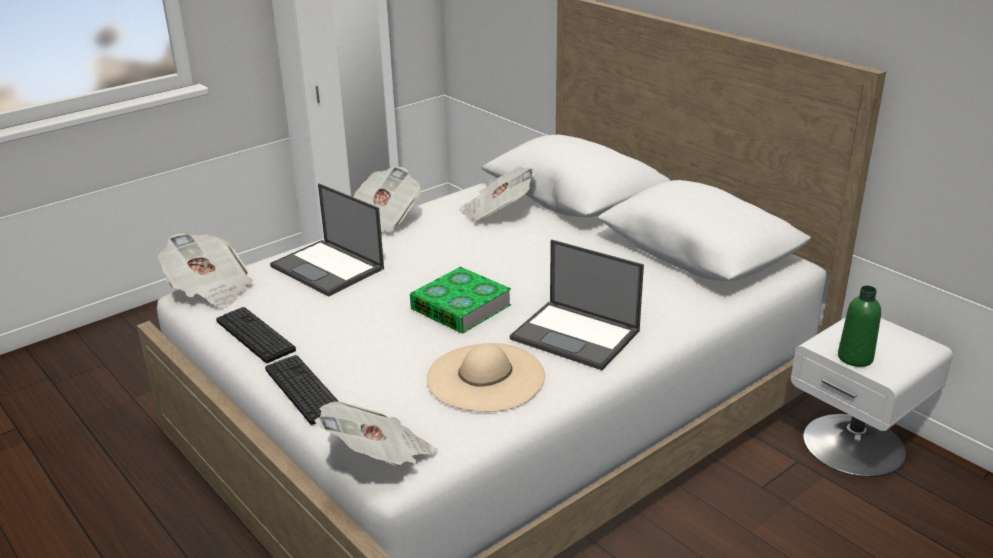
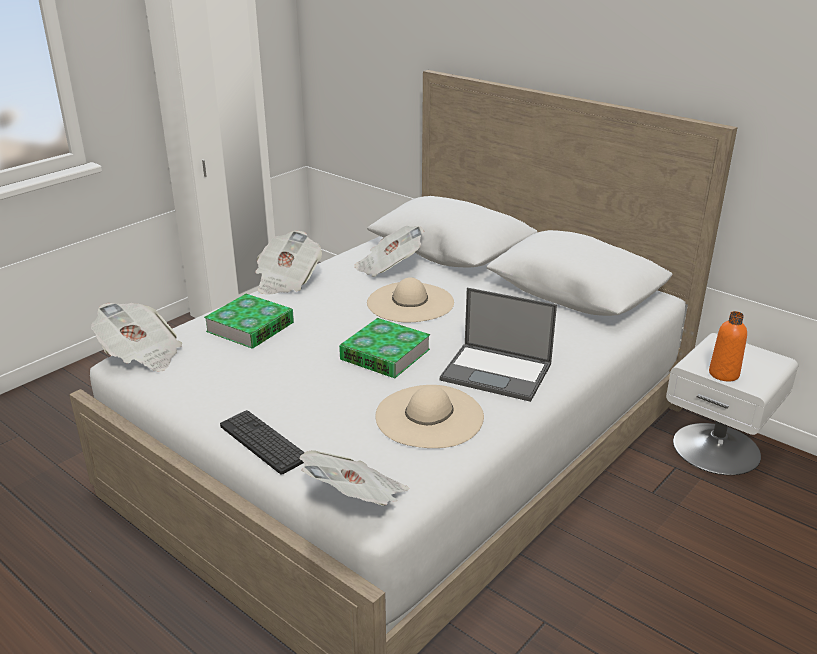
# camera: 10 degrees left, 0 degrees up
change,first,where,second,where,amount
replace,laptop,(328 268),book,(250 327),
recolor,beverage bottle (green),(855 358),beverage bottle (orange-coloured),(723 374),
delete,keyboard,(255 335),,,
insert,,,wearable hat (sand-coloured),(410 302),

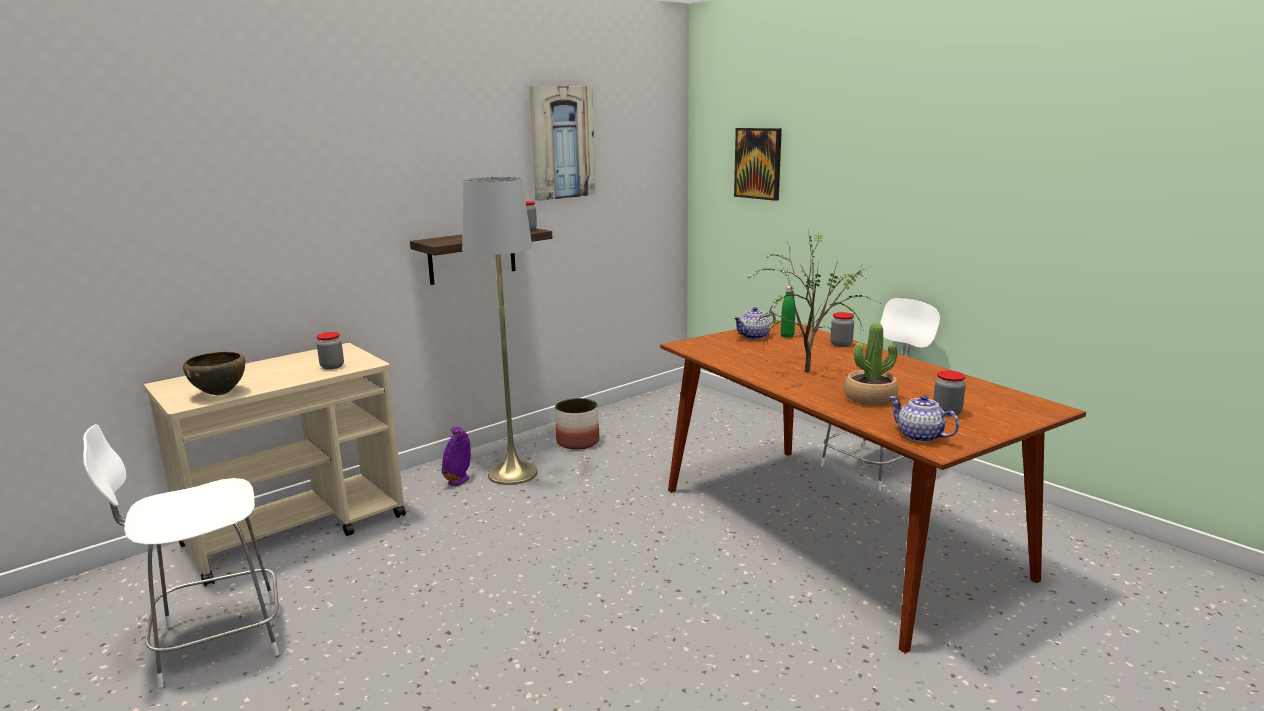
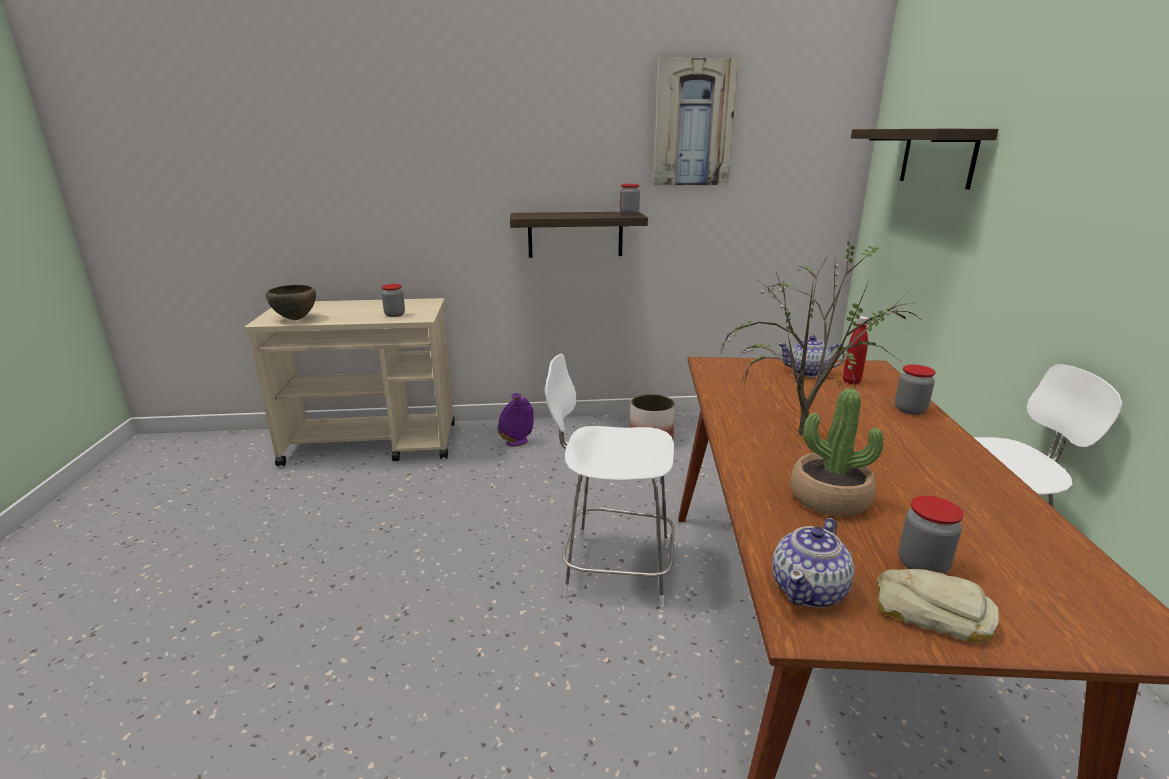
# camera: 35 degrees right, 5 degrees up
change,first,where,second,where,amount
replace,wall art,(758 163),wall shelf,(938 157),
delete,floor lamp (gray),(512 473),,,
recolor,beverage bottle (green),(787 336),beverage bottle (red),(851 381),
rotate,teapot,(920 436),,(809 590),135 degrees counterclockwise
move,upright chair (whitish),(214 641),,(613 569),
insert,,,bakery bread,(931 611),

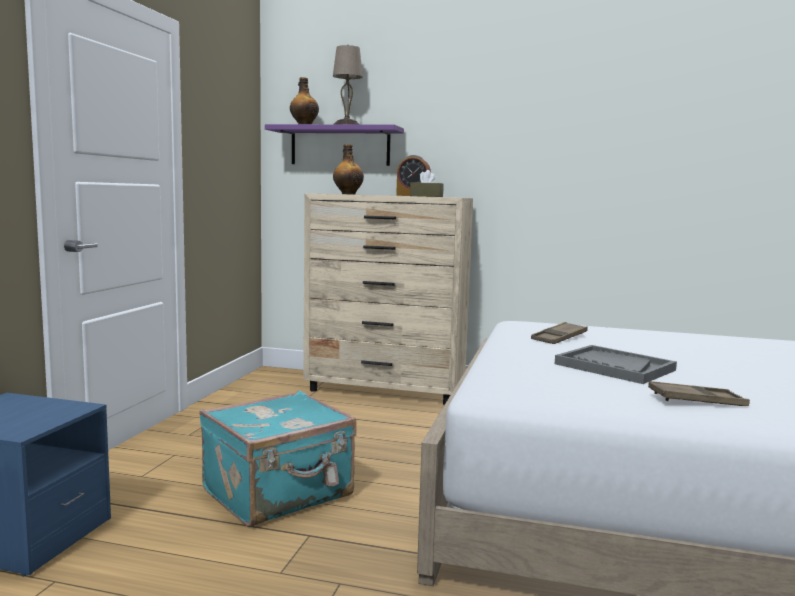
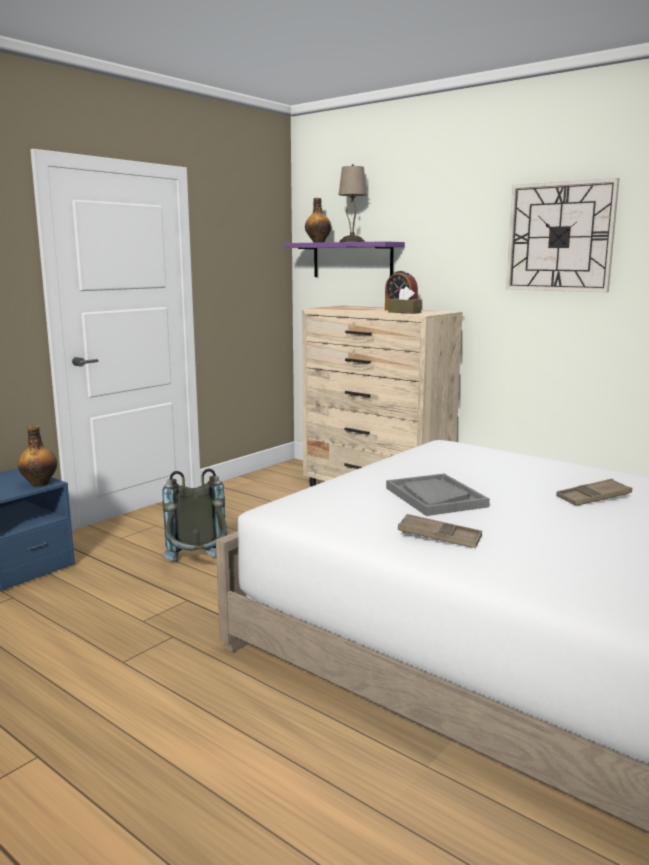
# camera: 25 degrees right, 5 degrees up
change,first,where,second,where,amount
move,beverage bottle,(348 194),,(40 484),
move,serving tray (brownish),(559 338),,(593 498),
replace,suitcase (turquoise-coloured),(279 494),rucksack (gray),(198 566),
insert,,,clock on the wall,(560 237),

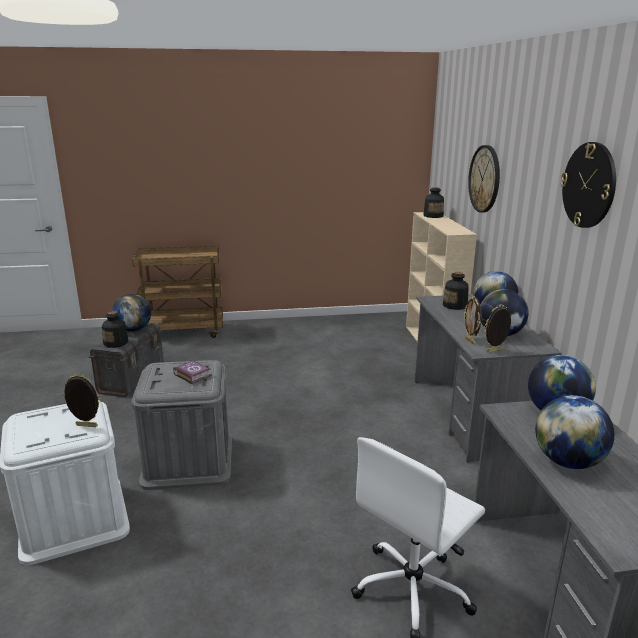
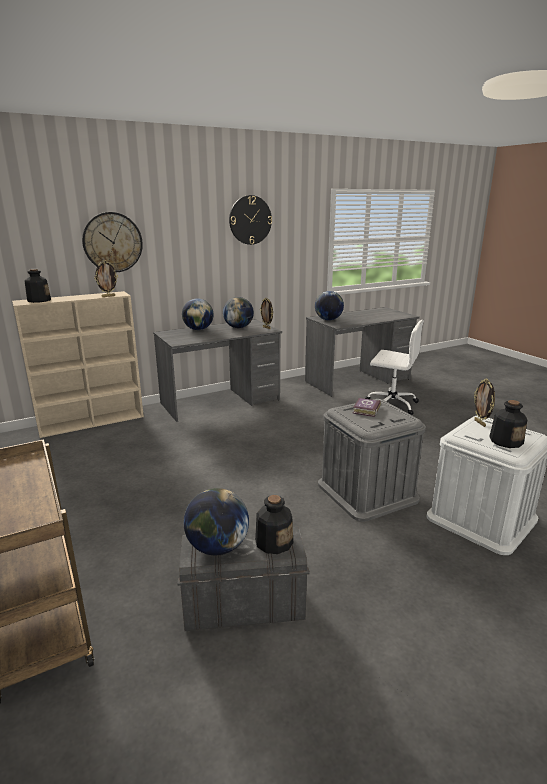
# camera: 110 degrees left, 0 degrees up
change,first,where,second,where,amount
move,beverage bottle,(455 305),,(505 441),
move,photo frame,(470 341),,(108 296),
delete,desk globe,(568 462),,,

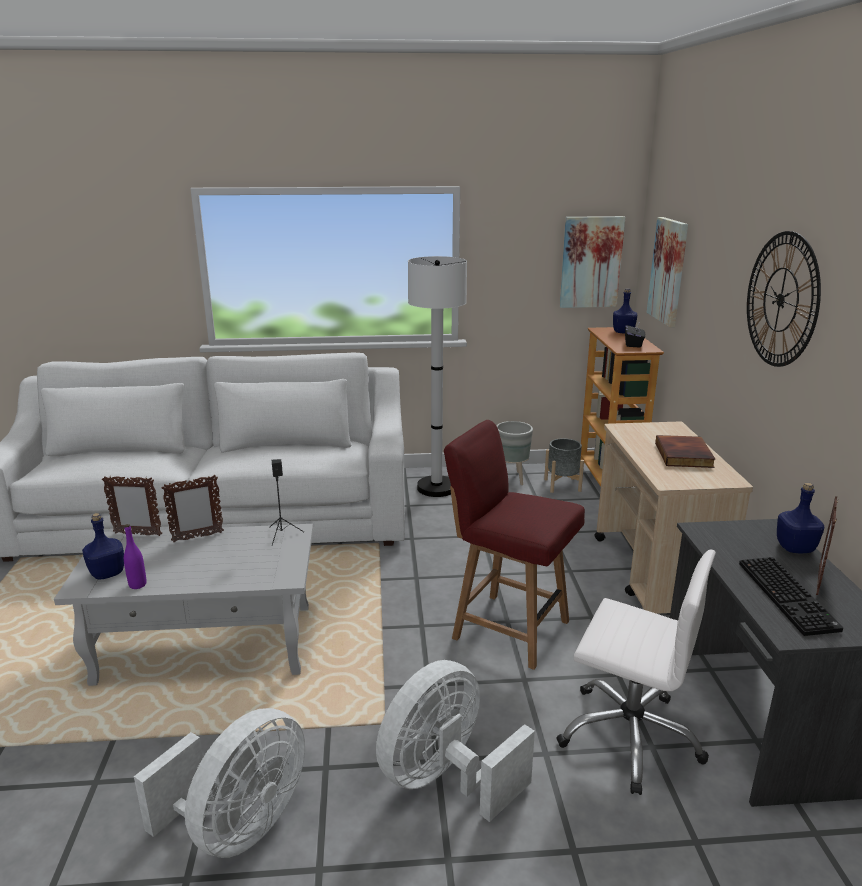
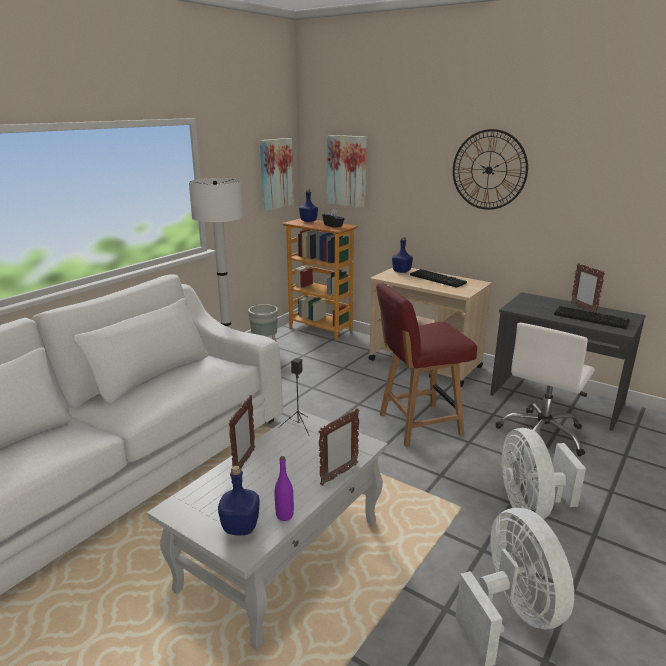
# camera: 50 degrees left, 0 degrees up
change,first,where,second,where,amount
replace,book,(685 455),keyboard,(438 279),
delete,plant pot (gray),(562 485),,,
move,photo frame,(137 534),,(339 475),
move,beverage bottle (blue-coloured),(794 547),,(401 271),
rotate,desk chair (whitish),(629 735),,(542 435),150 degrees clockwise

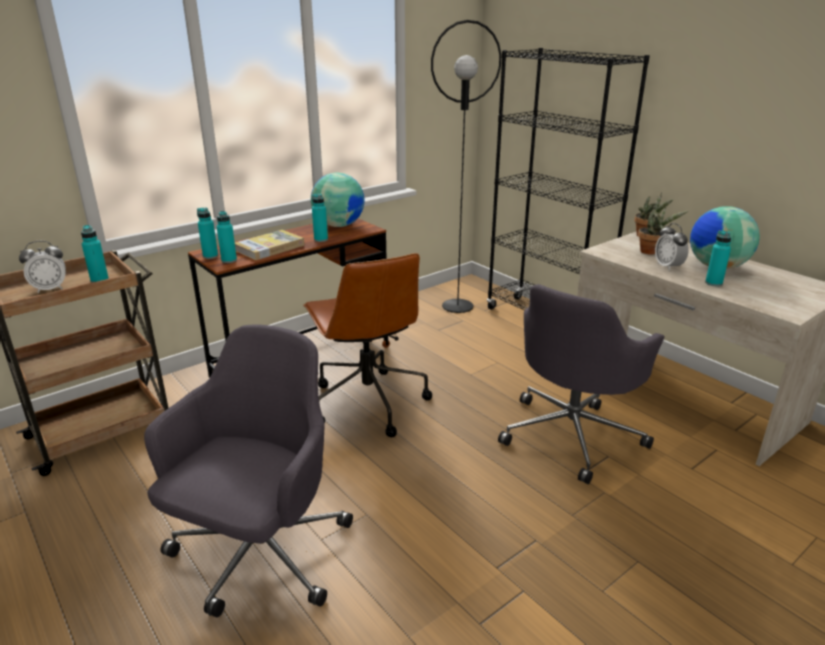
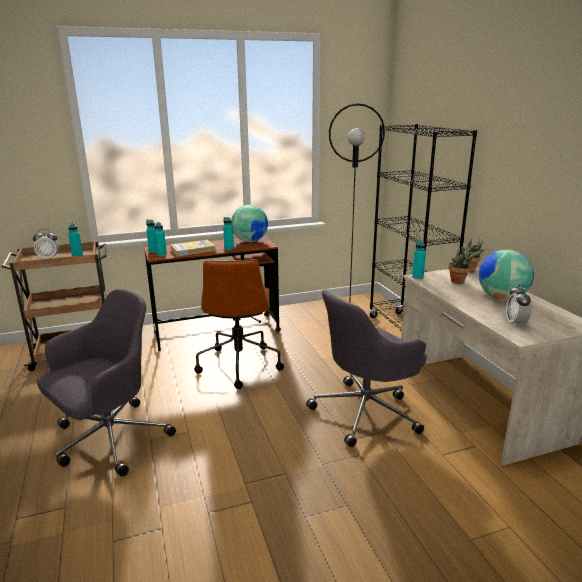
# camera: 20 degrees right, 5 degrees down
change,first,where,second,where,amount
move,bedside clock,(668 267),,(516 323),
move,beverage bottle (turquoise-coloured),(713 283),,(417 277),

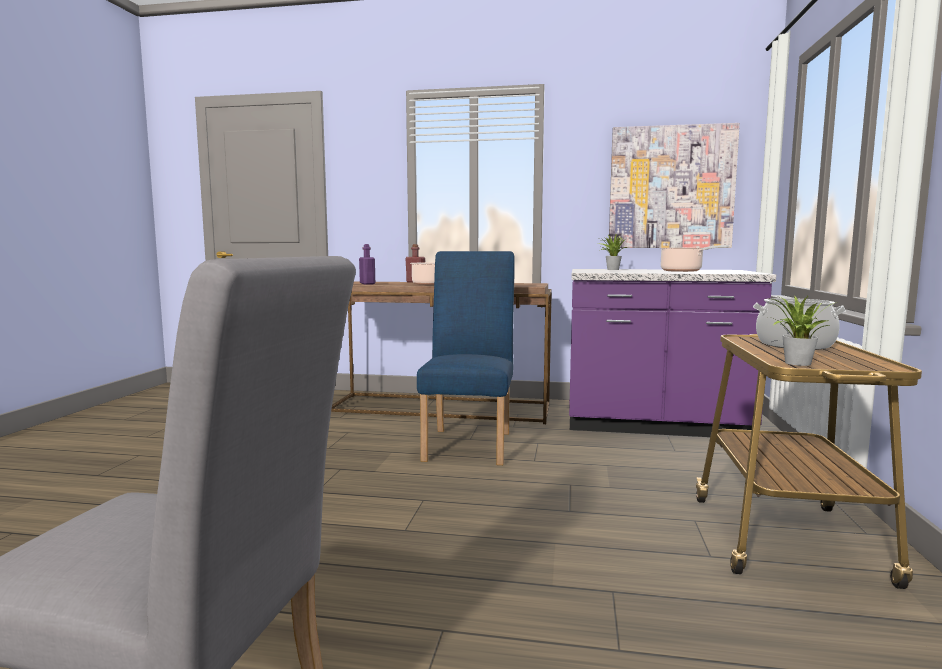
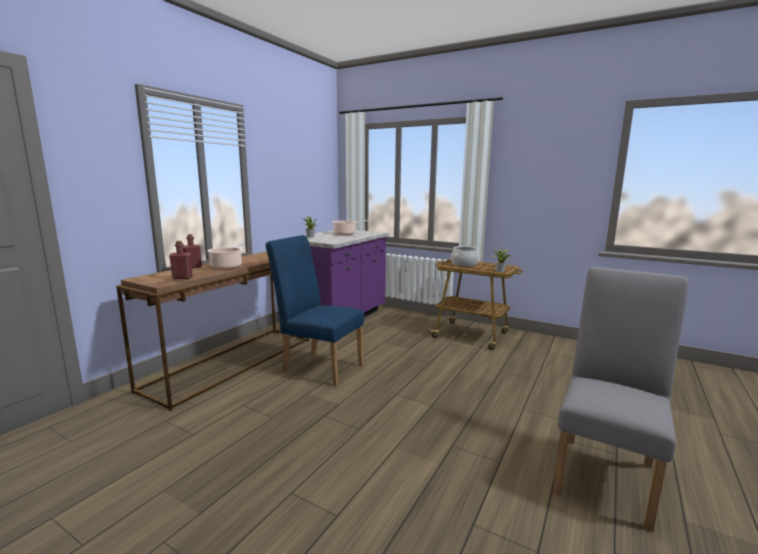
# camera: 70 degrees left, 5 degrees up
change,first,where,second,where,amount
delete,wall art,(671 188),,,
recolor,beverage bottle (purple),(367 284),beverage bottle (red),(182 278),

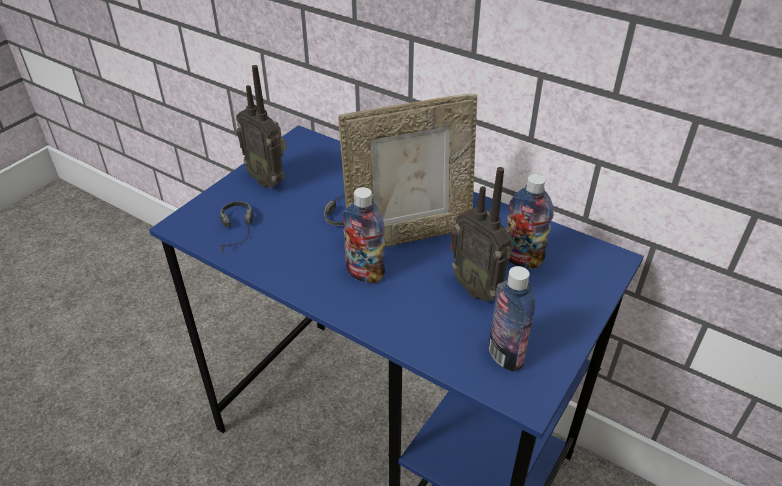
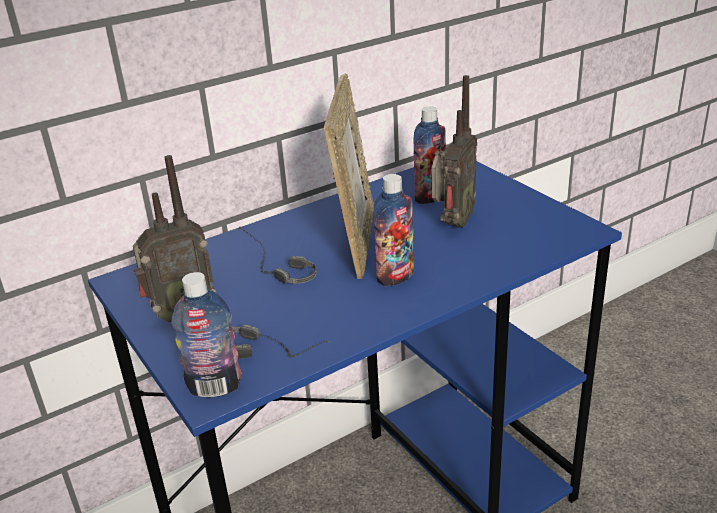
# camera: 65 degrees left, 10 degrees down
change,first,where,second,where,amount
rotate,radio,(478 287),,(452 224),45 degrees counterclockwise
move,beverage bottle,(505 355),,(215 387),

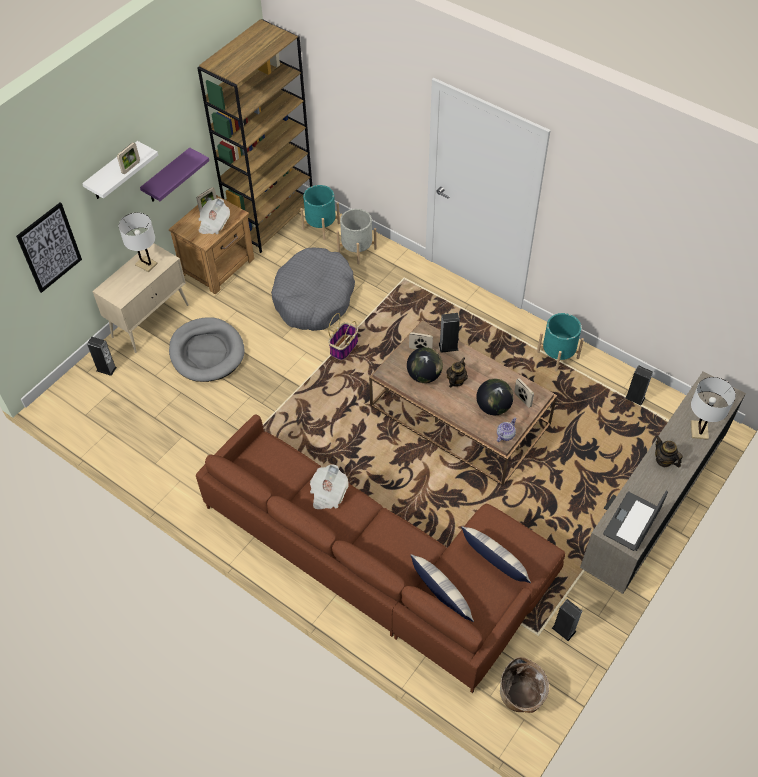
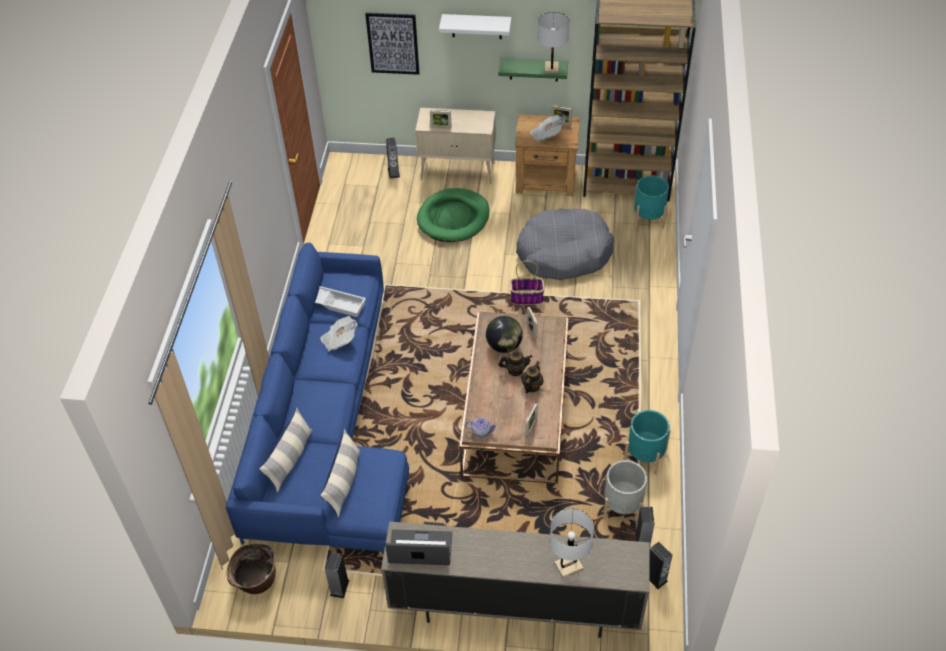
# camera: 60 degrees right, 5 degrees down
change,first,where,second,where,amount
move,photo frame,(131 167),,(441 127),
recolor,wall shelf (purple),(167 177),wall shelf (green),(534 69),
move,plant pot (gray),(357 250),,(622 506),
move,tabletop lamp (whitish),(146 264),,(551 67),
move,loudspeaker,(448 346),,(655 577),
recolor,dog cushion (gray),(207 352),dog cushion (green),(453 218),
delete,desk globe,(493 407),,,
recolor,sofa (brownish),(382 563),sofa (blue-coloured),(327 426),
move,teapot,(664 460),,(531 386),
insert,,,serving tray (whitish),(339 303),

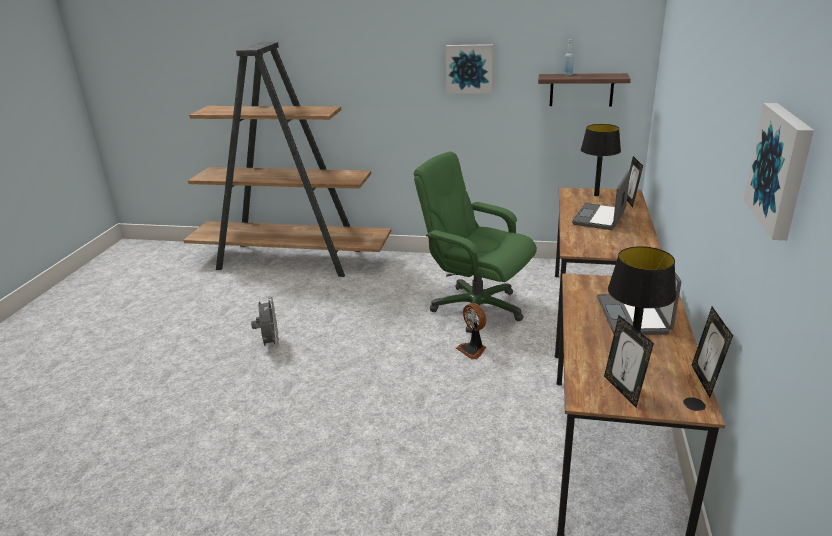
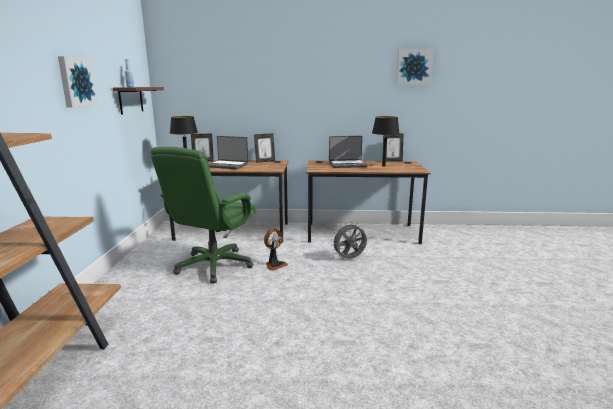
# camera: 100 degrees left, 10 degrees down
change,first,where,second,where,amount
move,fan (gray),(270 344),,(349 259),
move,photo frame,(623 390),,(265 161),

